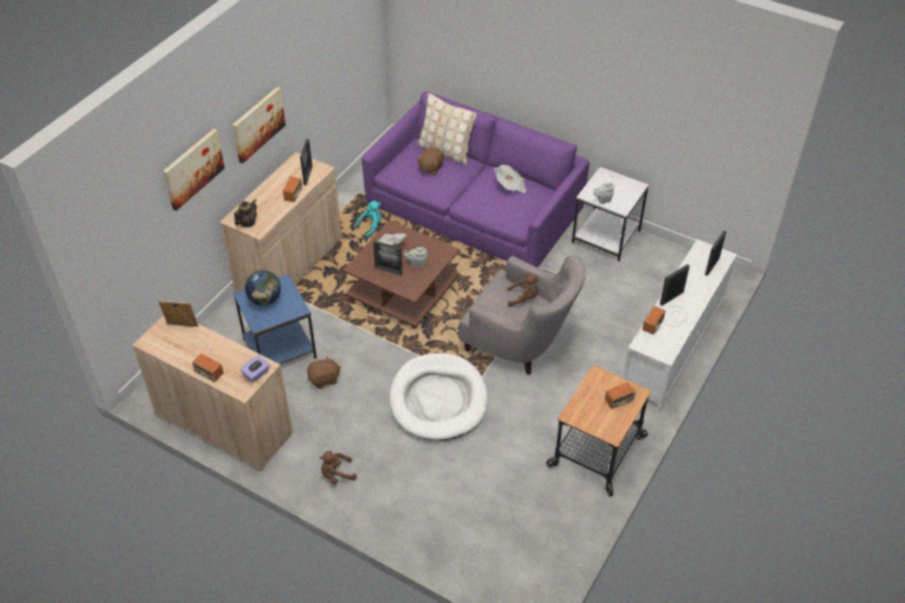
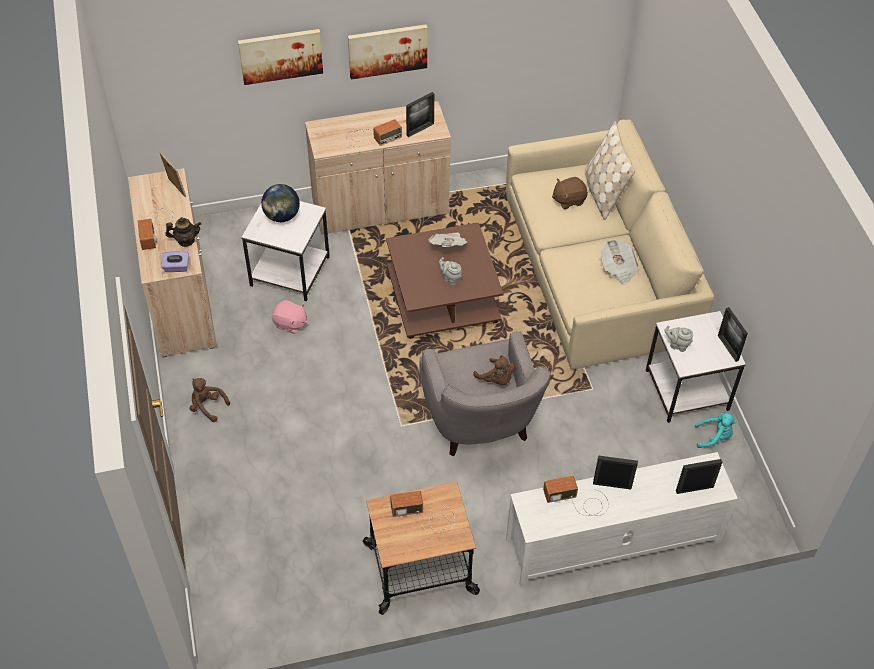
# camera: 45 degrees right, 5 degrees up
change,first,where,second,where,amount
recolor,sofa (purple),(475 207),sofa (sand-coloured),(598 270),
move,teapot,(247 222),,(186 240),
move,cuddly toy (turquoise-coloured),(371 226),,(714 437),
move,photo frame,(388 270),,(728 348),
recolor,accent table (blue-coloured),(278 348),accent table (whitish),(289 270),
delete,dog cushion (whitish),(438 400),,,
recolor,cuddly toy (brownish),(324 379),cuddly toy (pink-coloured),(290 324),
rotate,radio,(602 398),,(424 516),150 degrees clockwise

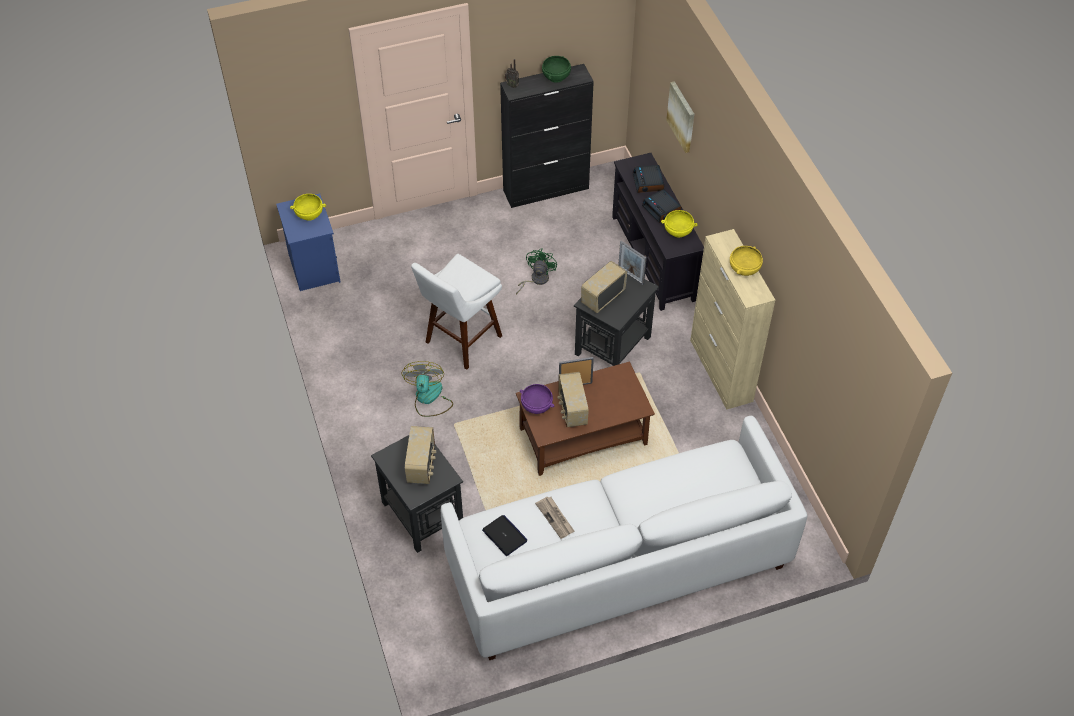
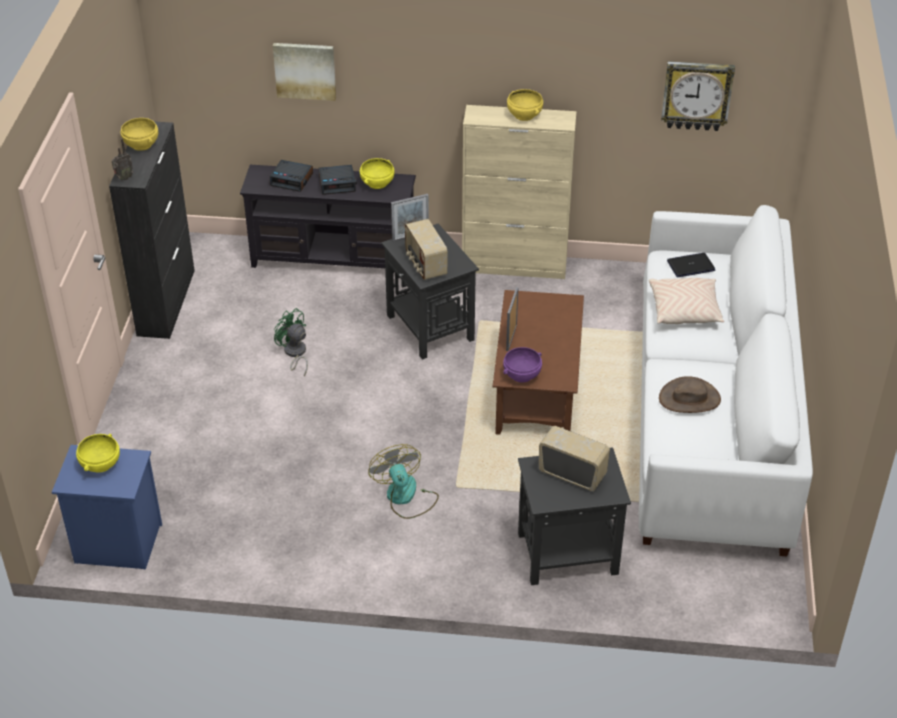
# camera: 65 degrees left, 10 degrees down
change,first,where,second,where,amount
recolor,serving bowl (green),(556 77),serving bowl (yellow-coloured),(142 144),
delete,stool seat (whitish),(460 342),,,
rotate,fan,(429 399),,(405 497),45 degrees clockwise
delete,radio,(572 409),,,
replace,printed paper,(555 518),wearable hat (brownish),(689 398),
move,laptop,(505 536),,(690 266),
insert,,,clock on the wall,(696 95),
insert,,,cushion (sand-coloured),(685 310),

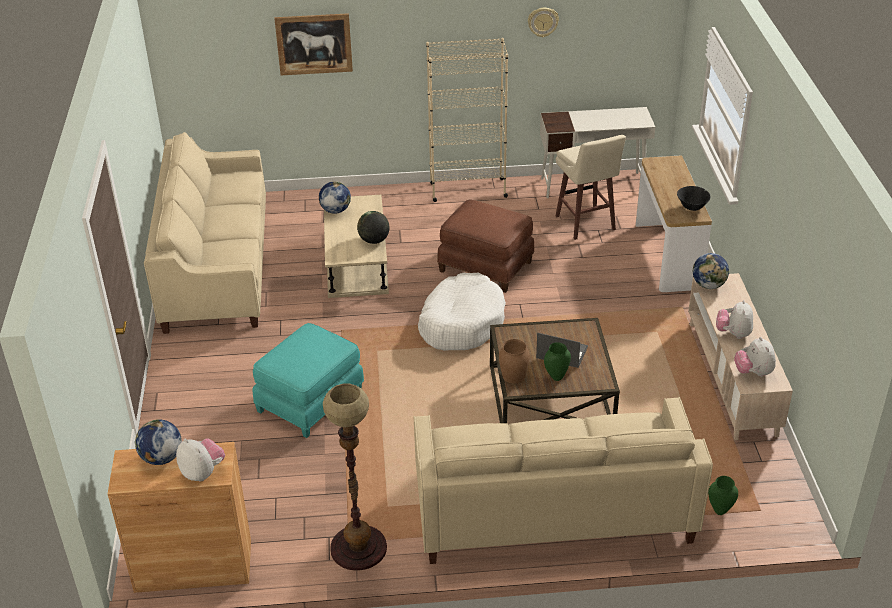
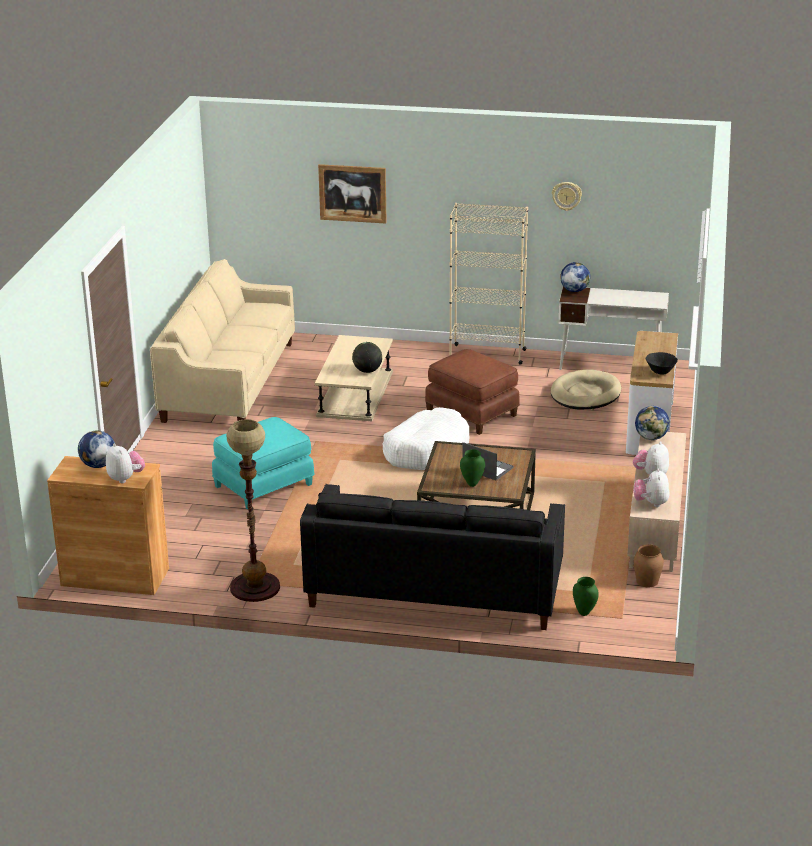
# camera: 15 degrees right, 10 degrees down
change,first,where,second,where,amount
replace,stool seat (sand-coloured),(585 224),dog cushion (sand-coloured),(585 394),
move,desk globe,(335 210),,(574 290),
move,flower vase (brownish),(513 376),,(647 581),
recolor,sofa (sand-coloured),(552 510),sofa (black),(434 589),

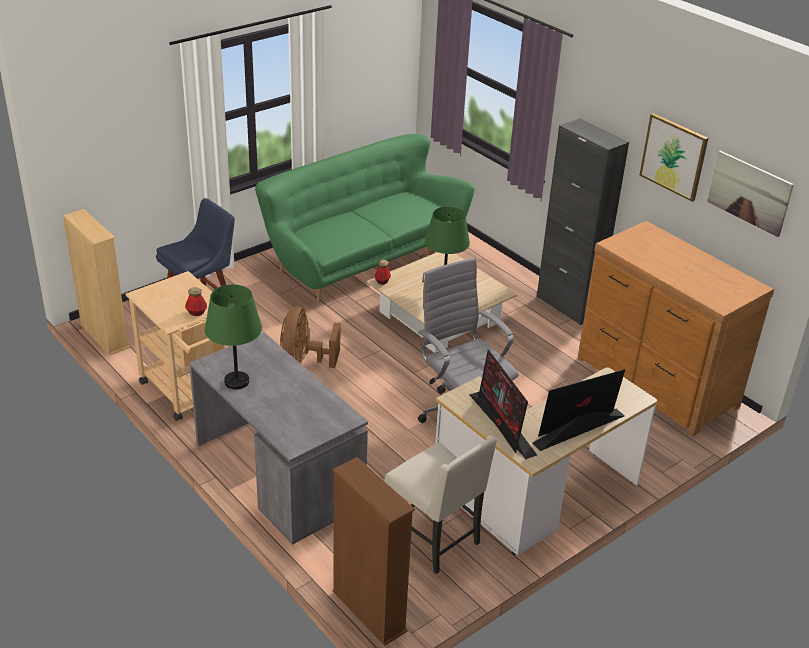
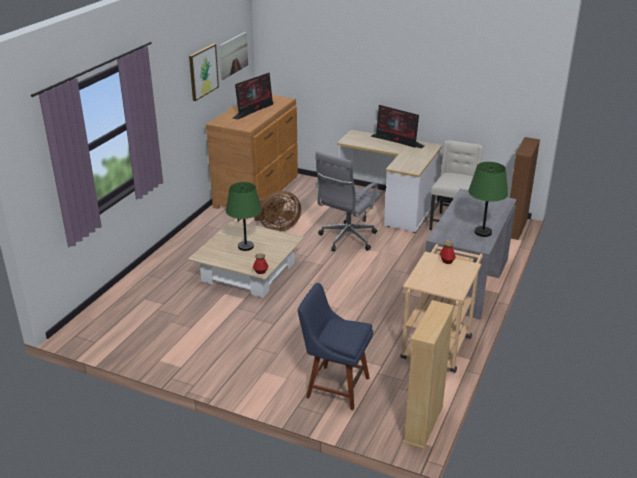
# camera: 115 degrees left, 5 degrees down
change,first,where,second,where,amount
delete,storage cabinet (black),(567 306),,,
delete,sofa (green),(362 258),,,
move,fan (brownish),(303 363),,(277 228),
move,computer screen,(502 425),,(254 110),

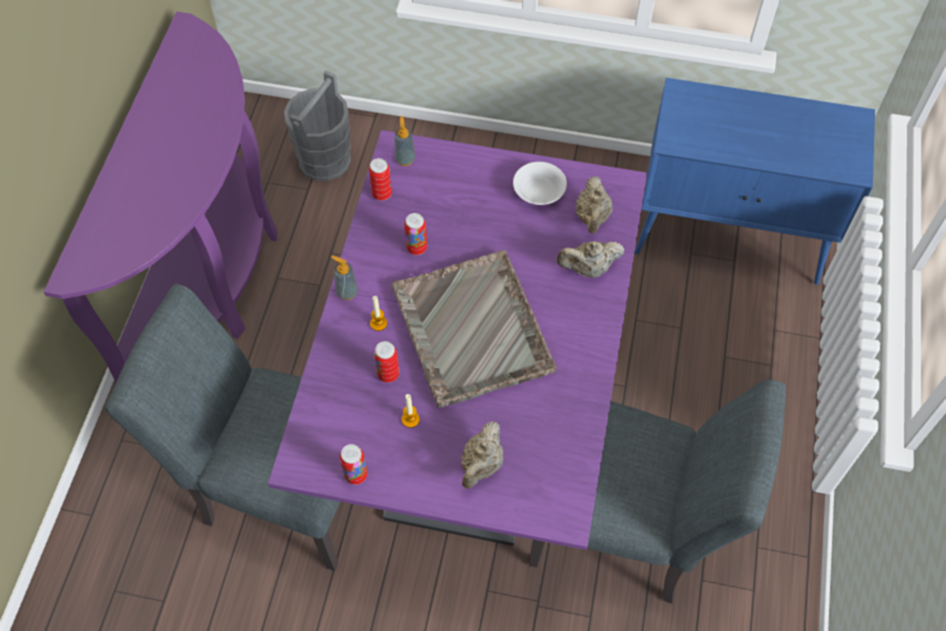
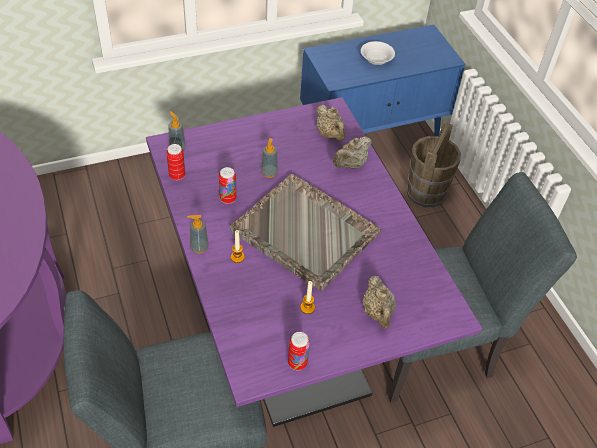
# camera: 35 degrees left, 10 degrees down
change,first,where,second,where,amount
delete,pail (gray),(324 160),,,
move,serving bowl (whitish),(539 191),,(376 59),
delete,can,(388 374),,,
insert,,,pail (brownish),(426 192),
insert,,,soap dispenser,(269 173),

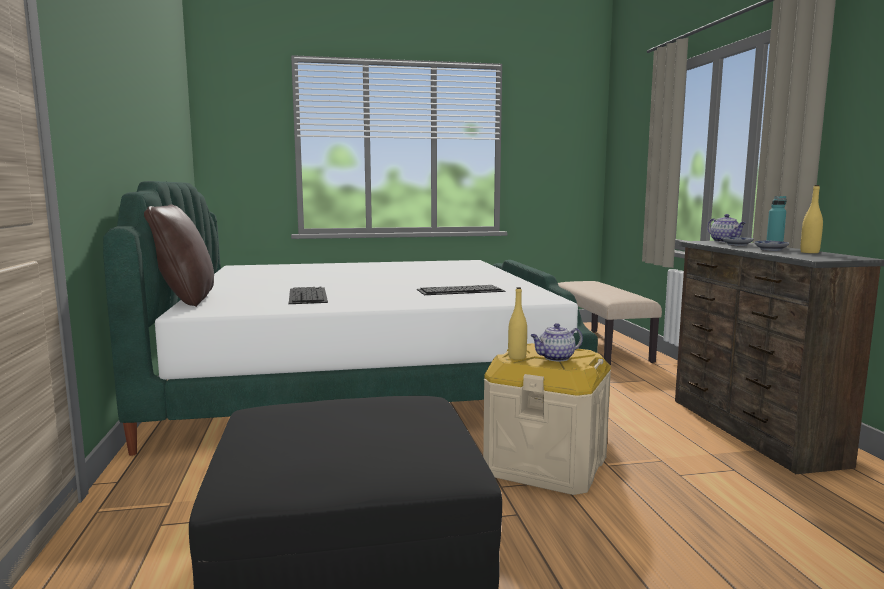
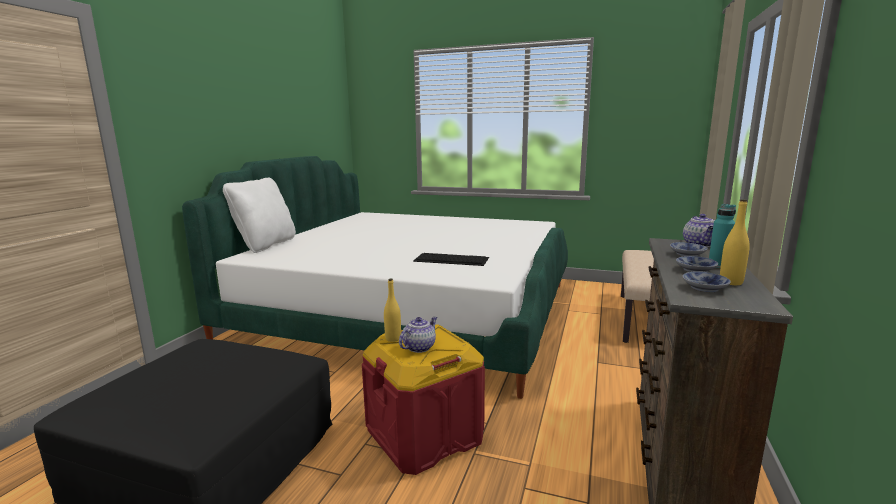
# camera: 30 degrees right, 5 degrees up
change,first,where,second,where,amount
recolor,cushion (brownish),(184 300),cushion (whitish),(265 245),
delete,keyboard,(307 295),,,
rotate,teapot,(555 358),,(419 347),120 degrees clockwise
recolor,storage bin (sand-coloured),(546 465),storage bin (red),(424 435),
insert,,,serving bowl,(703 287),

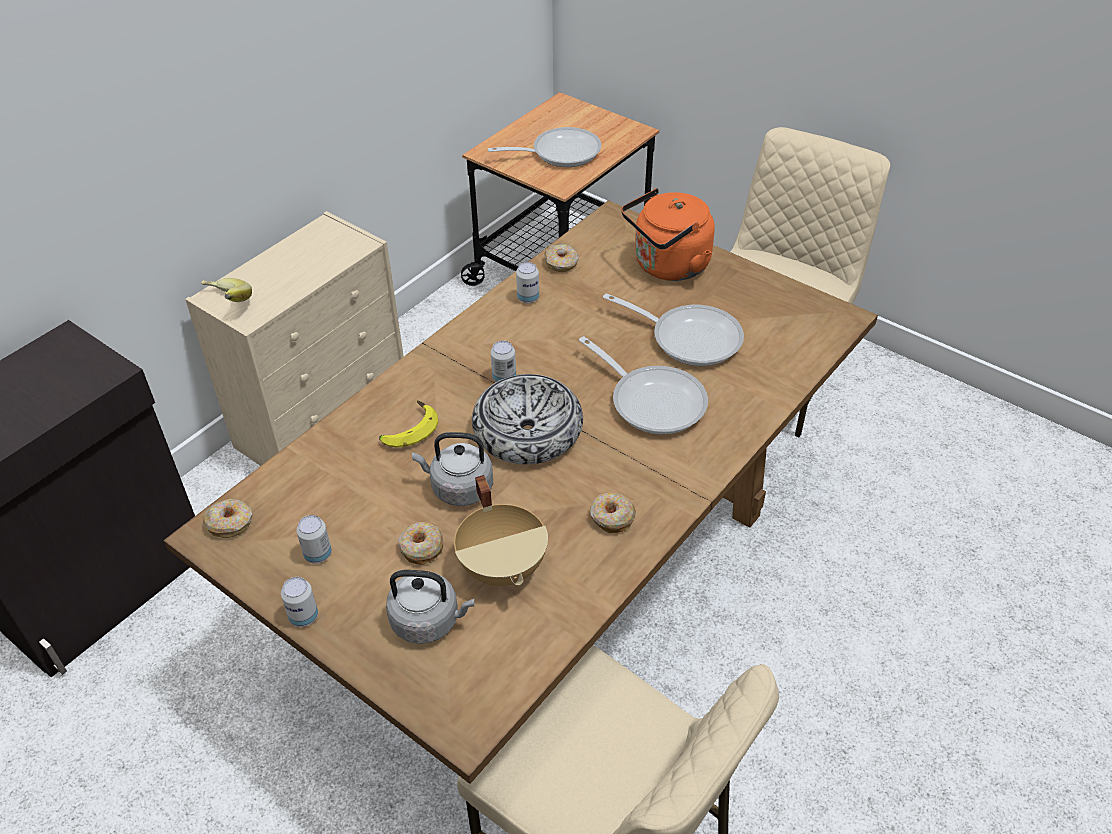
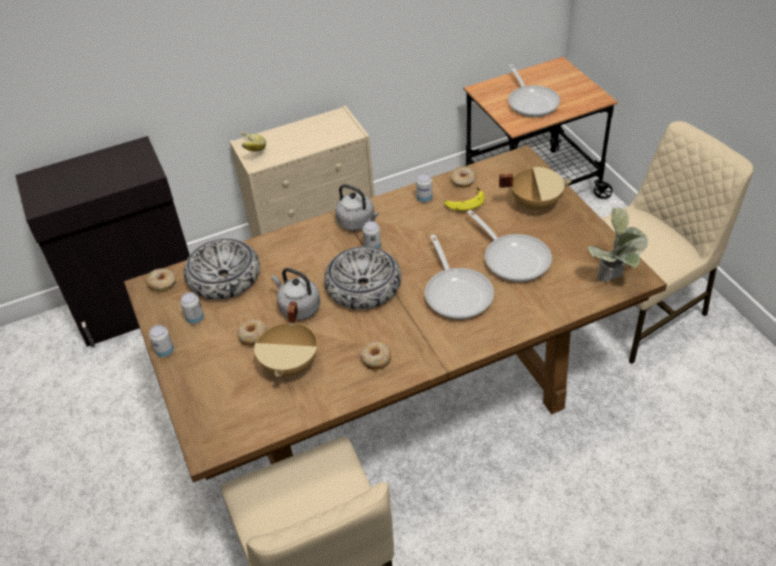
# camera: 30 degrees right, 0 degrees up
change,first,where,second,where,amount
rotate,skillet,(559 153),,(531 102),60 degrees clockwise
replace,kettle (orange-coloured),(667 266),saucepot (sand-coloured),(535 203),
move,whole banana,(408 430),,(464 202),
move,kettle (gray),(429 621),,(358 223),
insert,,,potted plant,(614 279),
insert,,,serving bowl,(224 277),

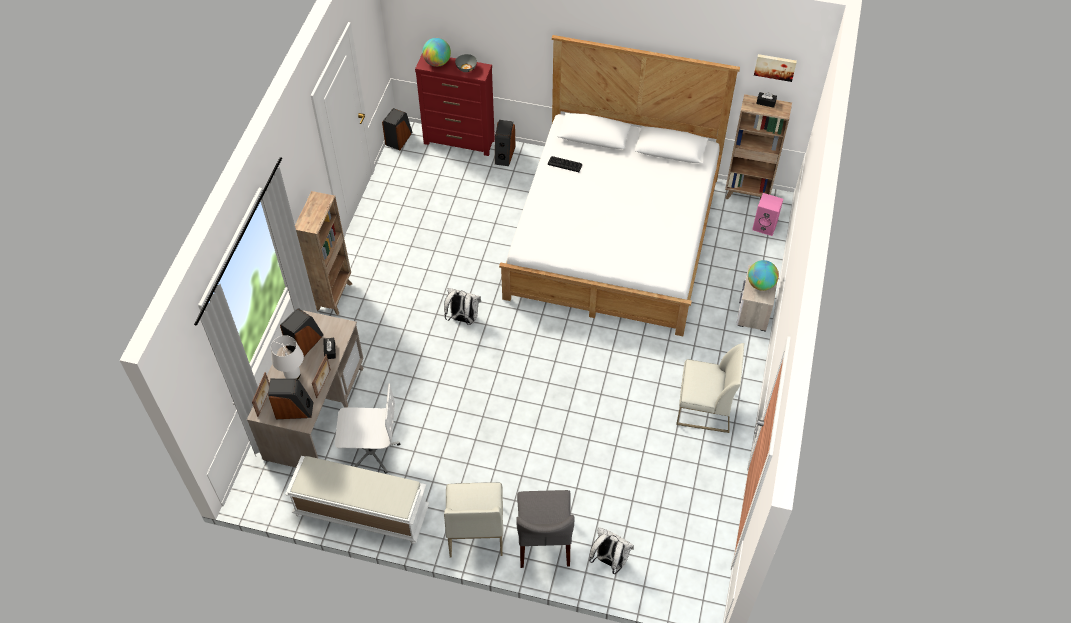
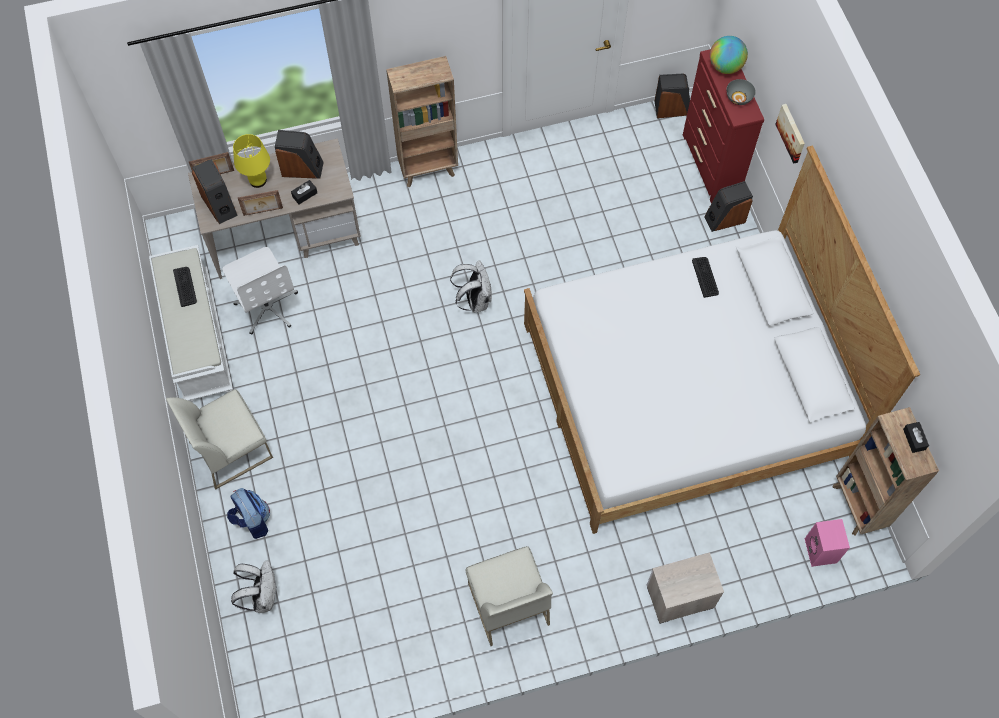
# camera: 60 degrees right, 10 degrees up
change,first,where,second,where,amount
move,wall art,(775 66),,(792 133),
delete,desk globe,(760 284),,,
recolor,tabletop lamp (whitish),(293 375),tabletop lamp (yellow-coloured),(257 181),
replace,upright chair (gray),(544 541),rucksack,(252 520),
insert,,,keyboard,(185 286),

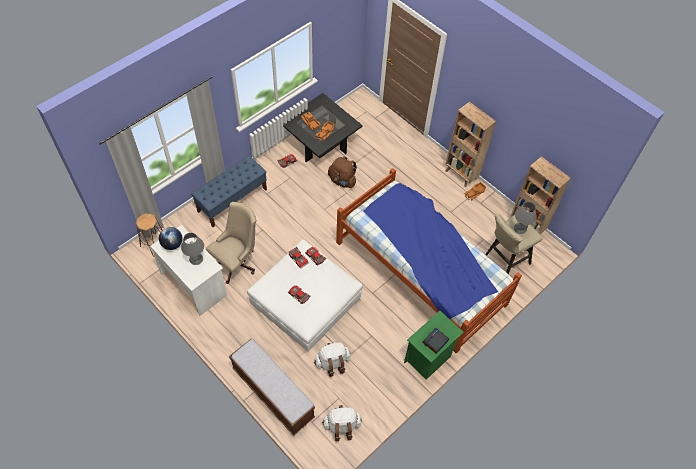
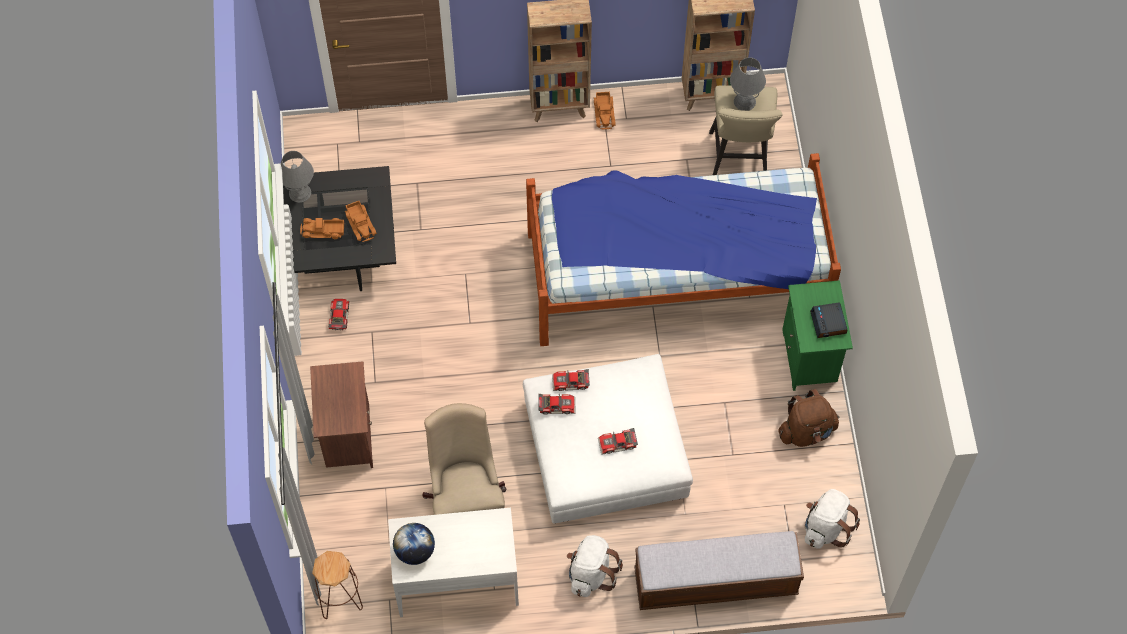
# camera: 50 degrees left, 5 degrees up
change,first,where,second,where,amount
replace,indoor bench (blue-coloured),(232 200),nightstand (brownish),(347 437),
move,rucksack (brownish),(342 181),,(806 431),
move,tabletop lamp (gray),(196 259),,(300 192),
move,rucksack (whitish),(332 363),,(591 573),

